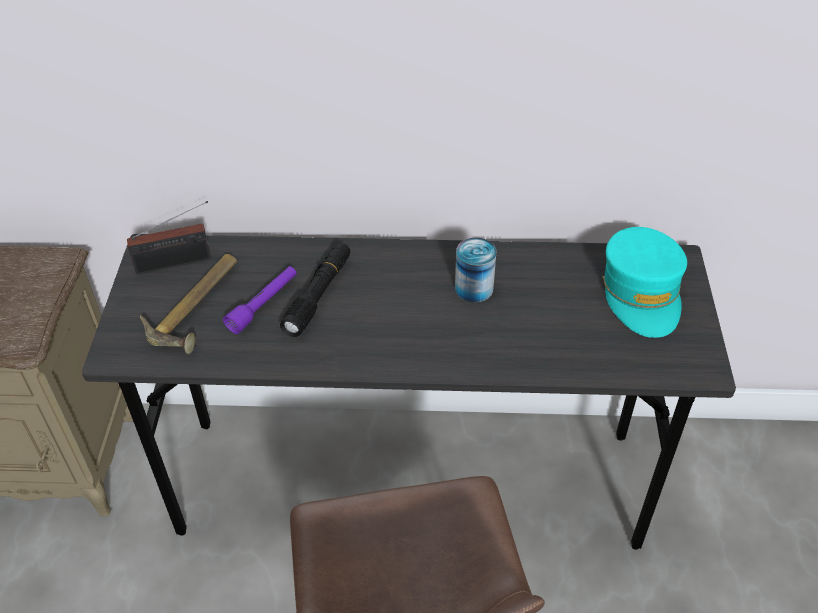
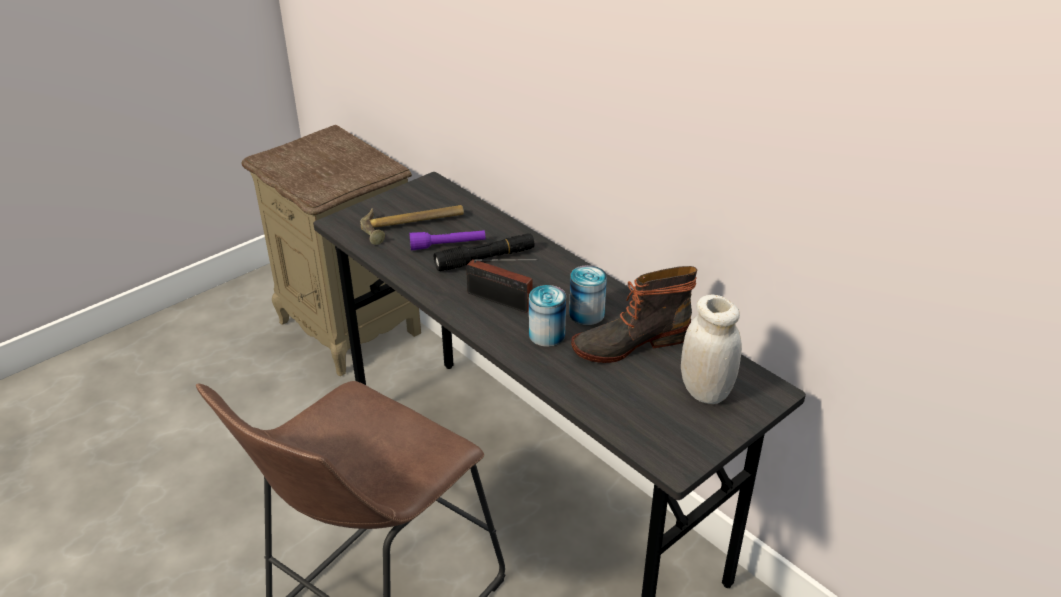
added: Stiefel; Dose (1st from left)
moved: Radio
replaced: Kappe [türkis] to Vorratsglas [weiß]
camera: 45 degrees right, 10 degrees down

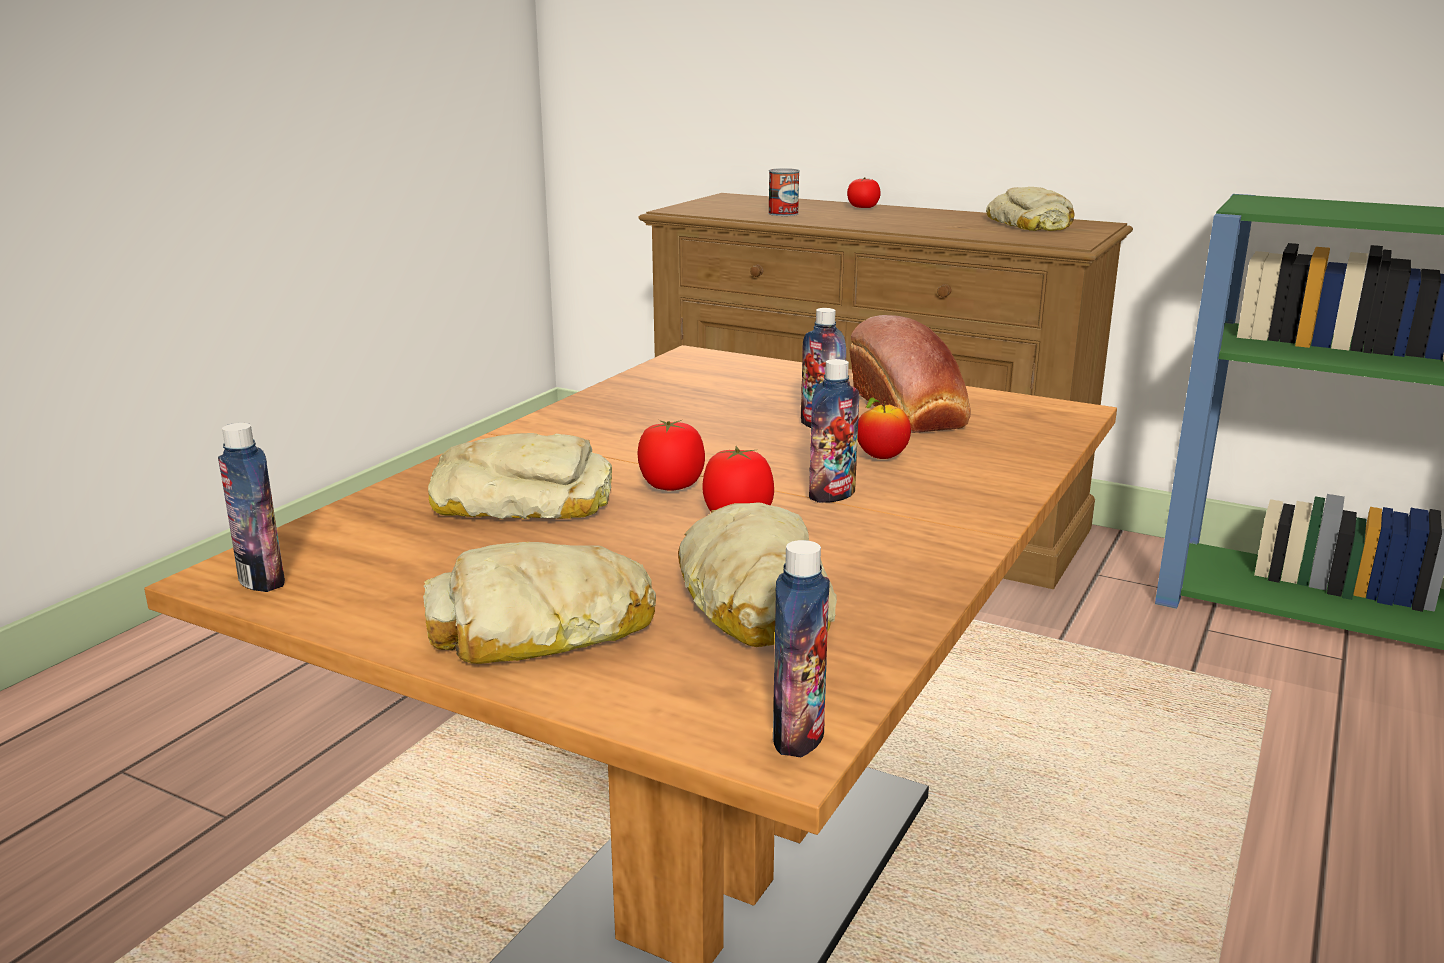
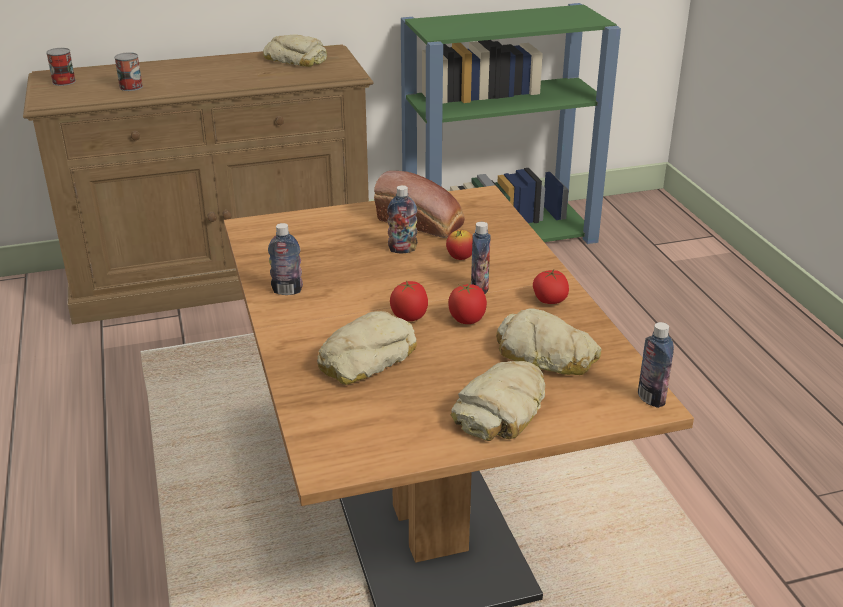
added: Dose (1st from left)
moved: Tomate (3rd from left); Flasche (1st from left)
camera: 45 degrees left, 10 degrees up

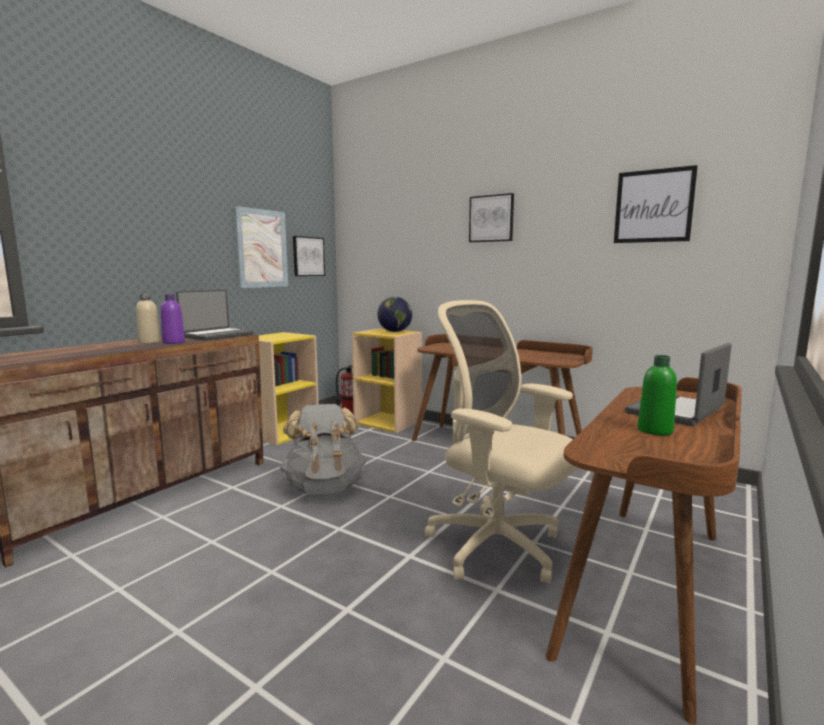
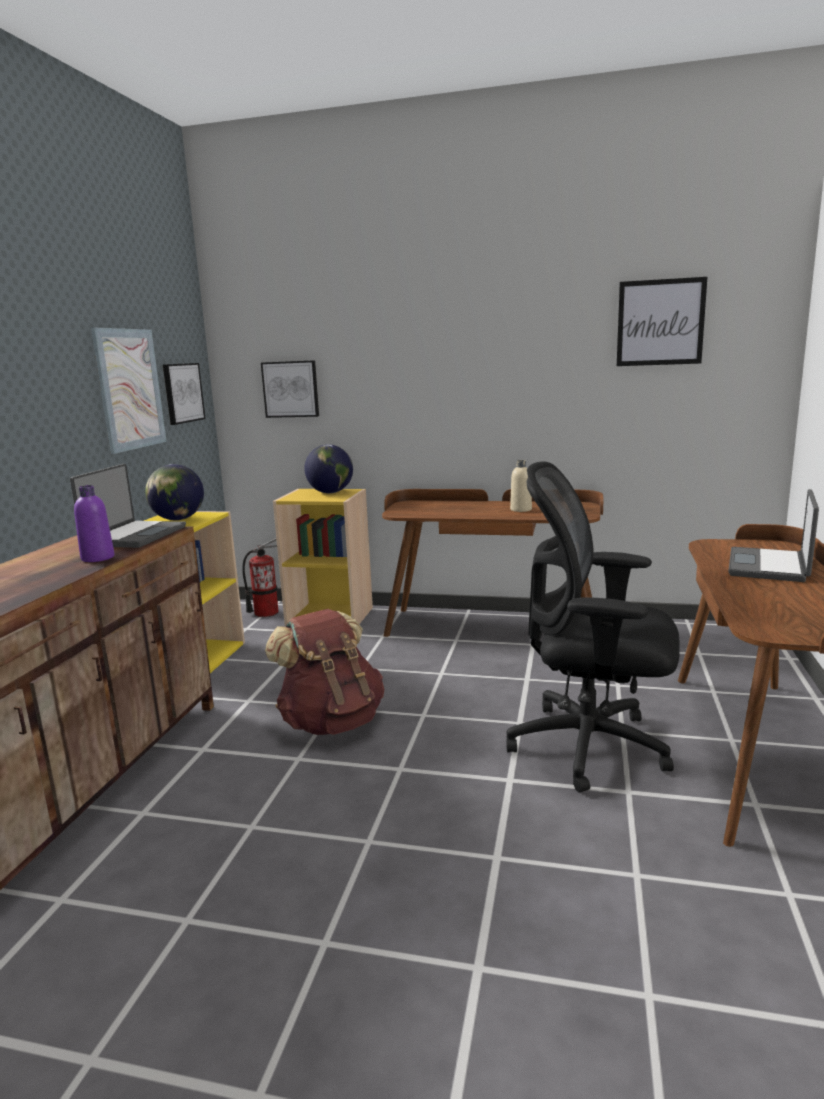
removed: Flasche [grün]
added: Globus (1st from left)
moved: Bild (3rd from left); Flasche [beige]
recoloured: Bürostuhl [beige] to Bürostuhl [schwarz]; Rucksack [grau] to Rucksack [braun]
camera: 20 degrees left, 5 degrees up

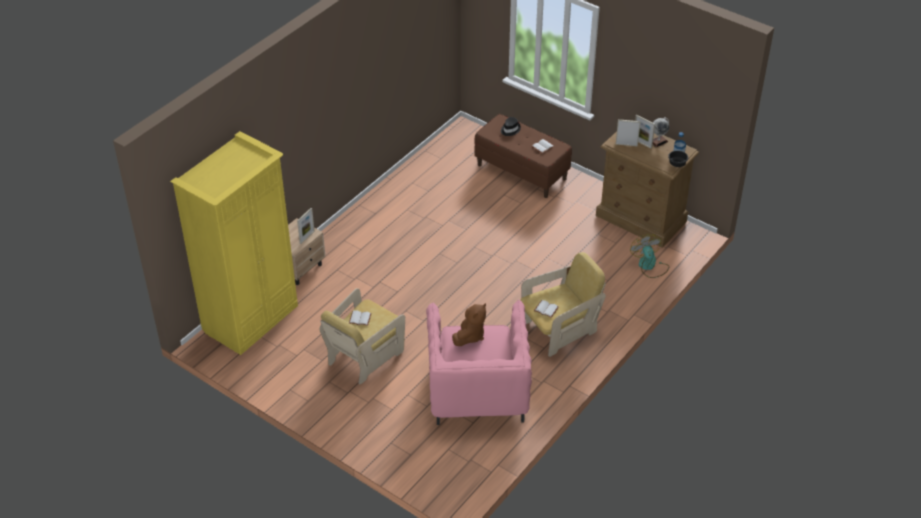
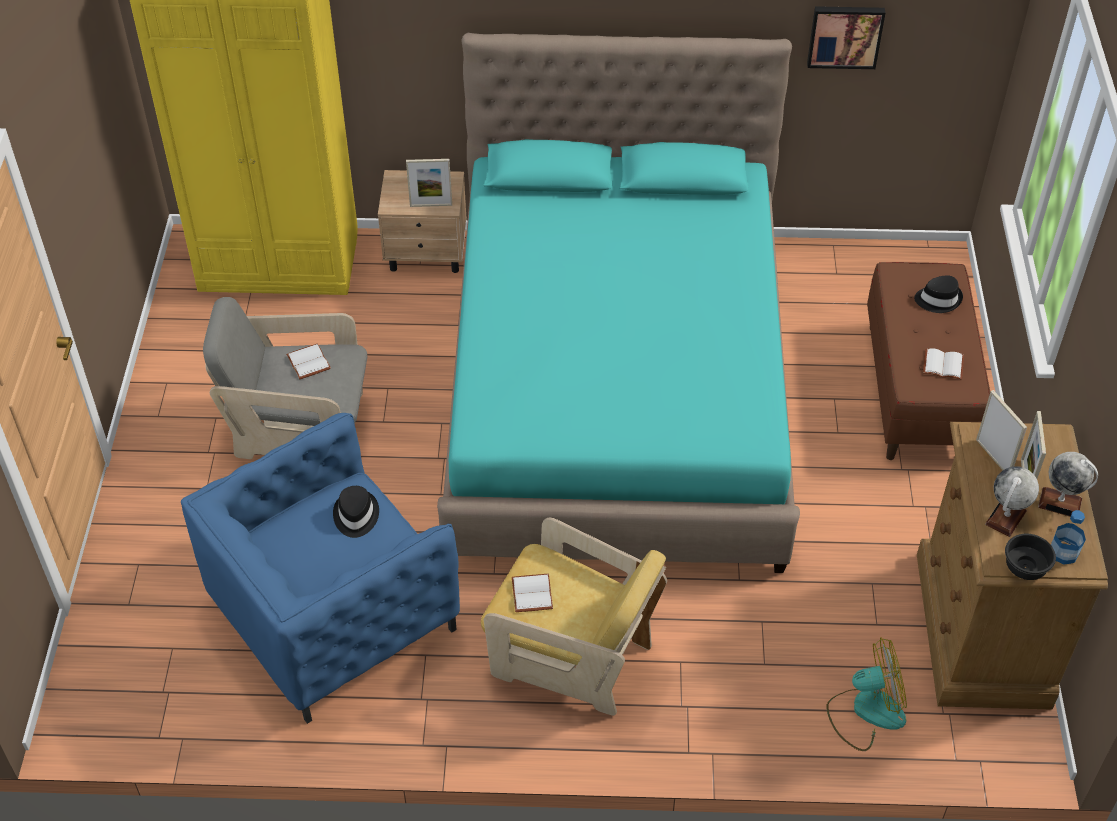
added: Bild; Bett [türkis]; Globus (1st from left)
replaced: Plüschtier [braun] to Hut [schwarz] (1st from left)
recoloured: Sessel [gelb] (1st from left) to Sessel [grau]; Sessel [rosa] to Sessel [blau]
turned: Ventilator 45 degrees clockwise
camera: 55 degrees right, 5 degrees up

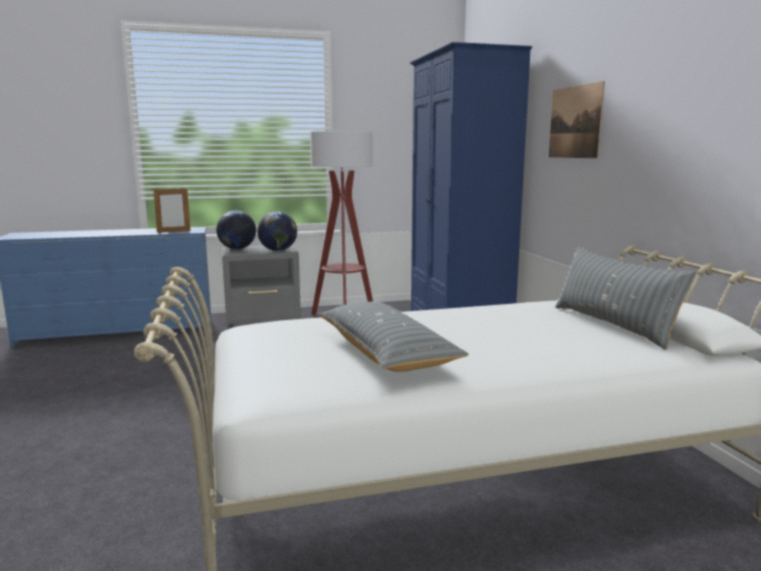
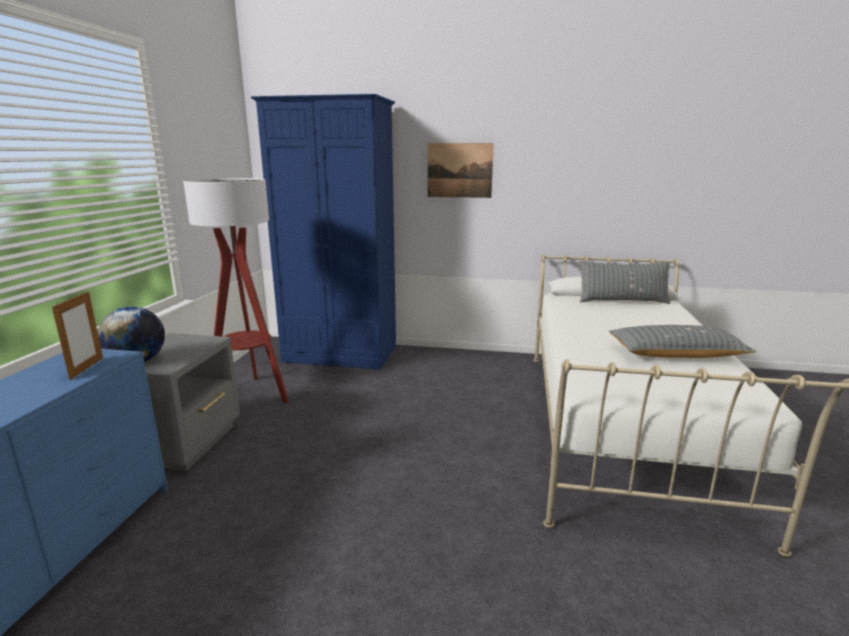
removed: Globus (2nd from left)
camera: 65 degrees left, 5 degrees up

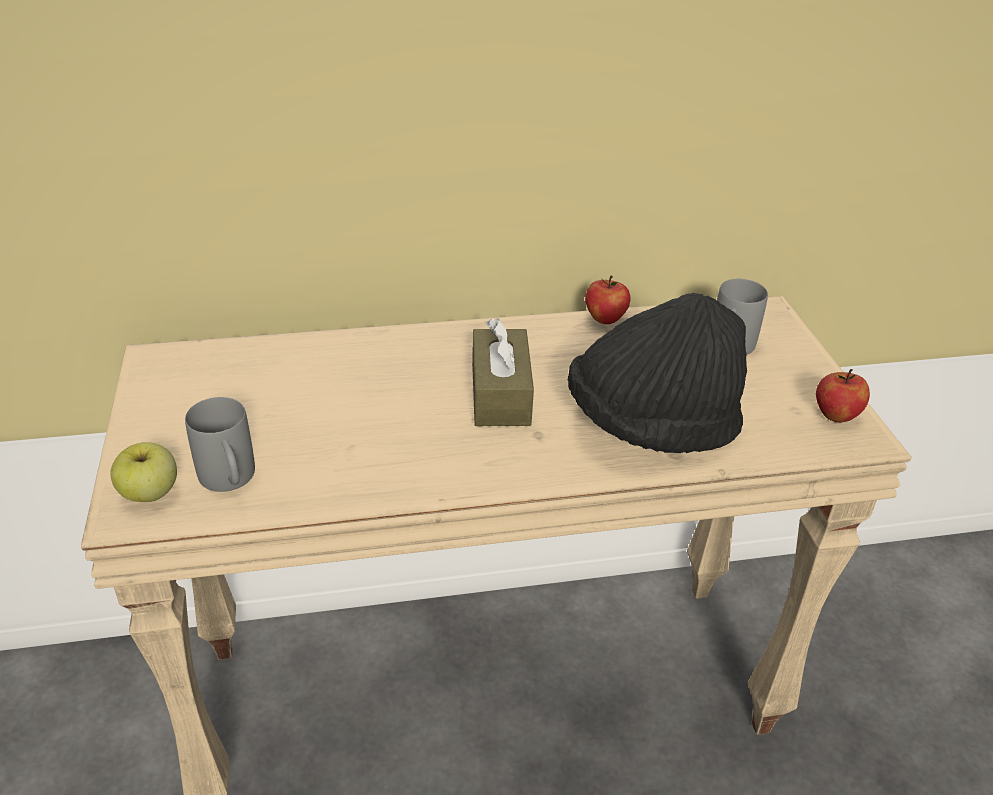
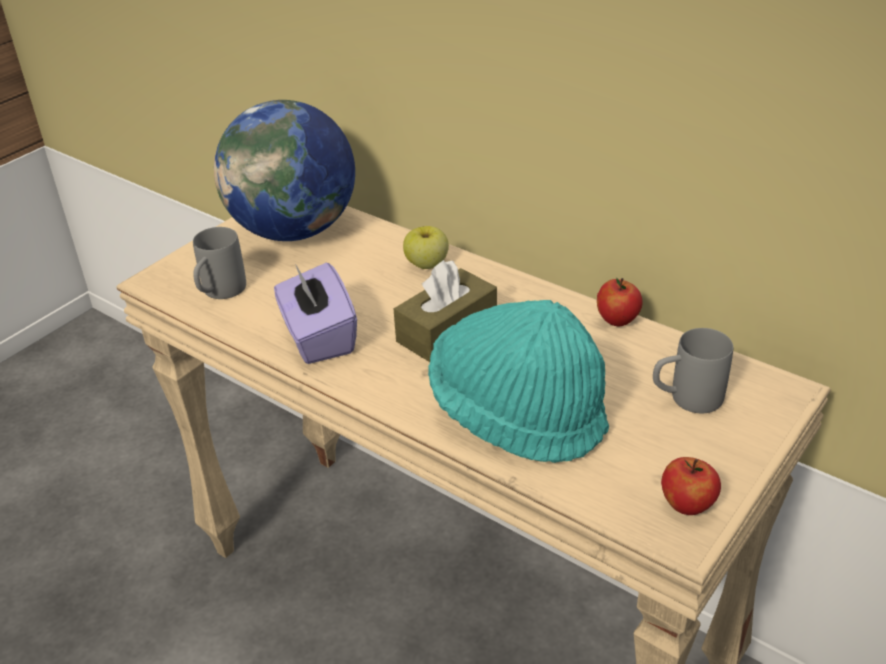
added: Globus; Taschentuchbox [lila]
moved: Apfel (1st from left)
recoloured: Hut [schwarz] to Hut [türkis]
camera: 50 degrees right, 0 degrees up

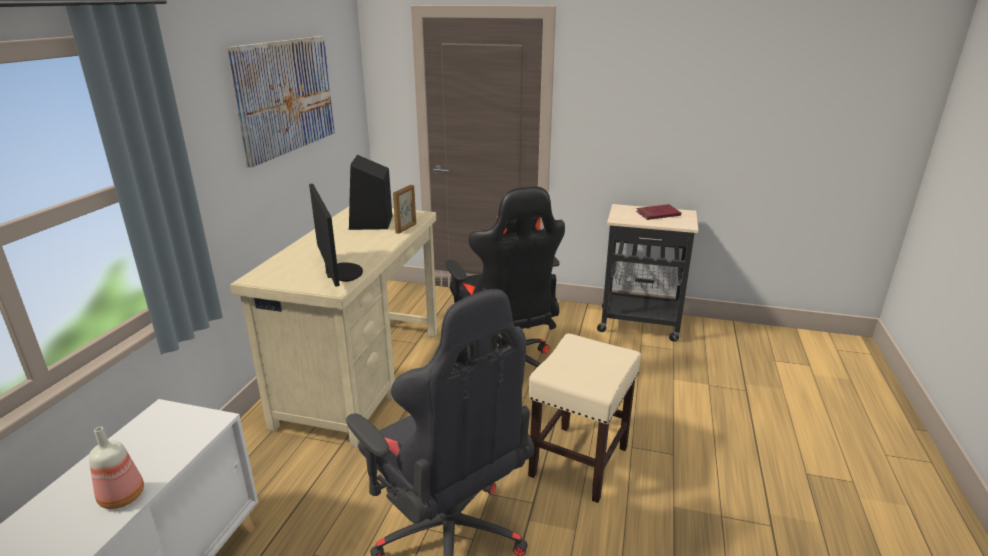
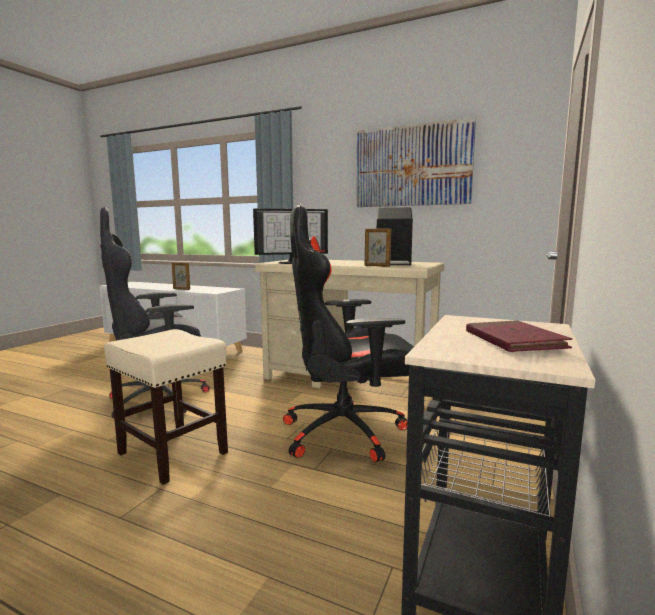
replaced: Flasche to Bilderrahmen (1st from left)
camera: 100 degrees right, 15 degrees down

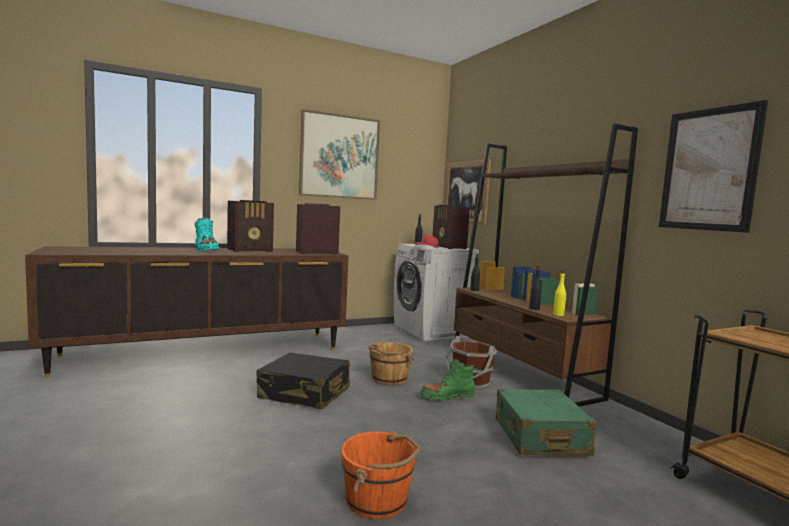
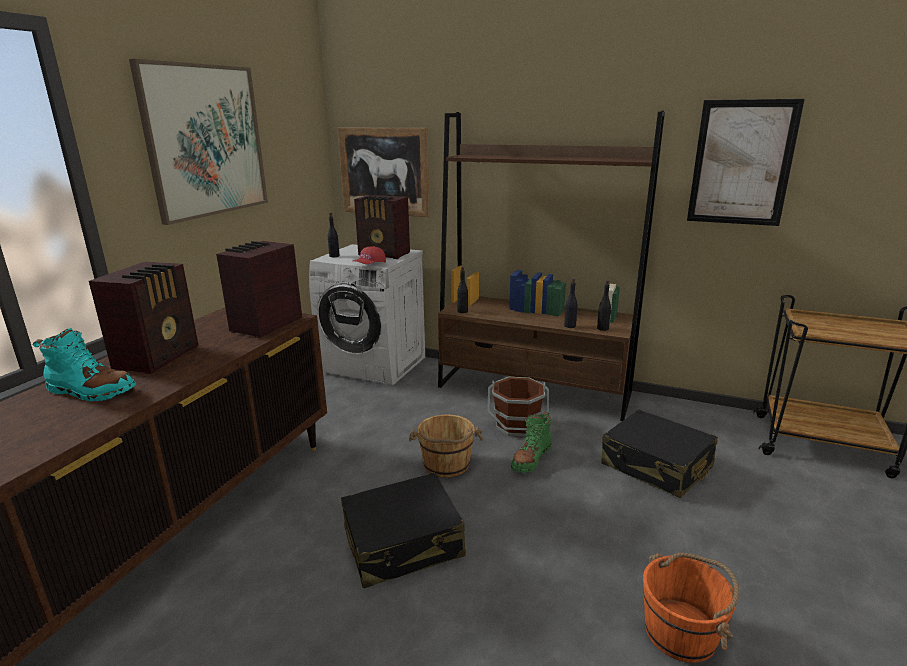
recoloured: Flasche [gelb] to Flasche [schwarz] (4th from left); Koffer [grün] to Koffer [schwarz] (2nd from left)
camera: 40 degrees left, 15 degrees up

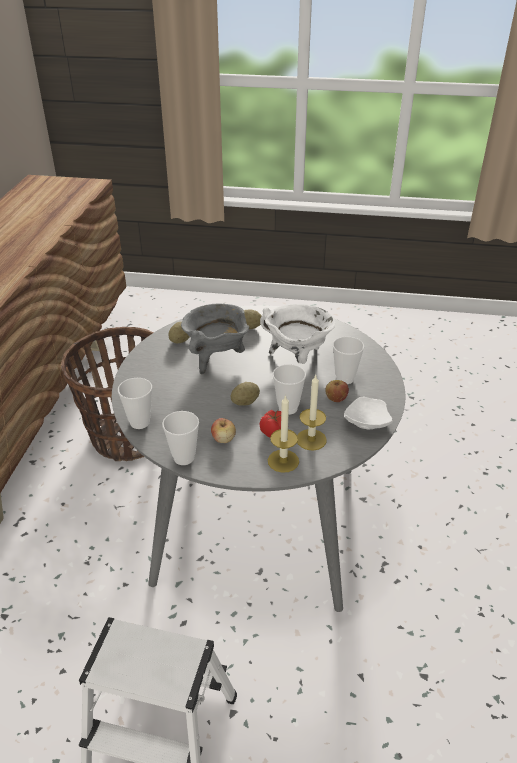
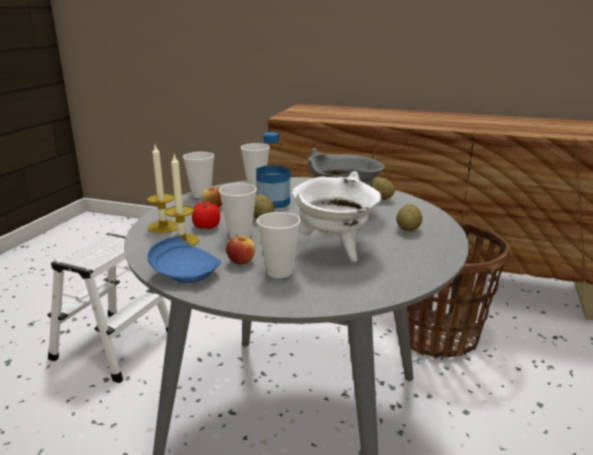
added: Flasche
recoloured: Teller [weiß] to Teller [blau]
camera: 100 degrees right, 15 degrees down

